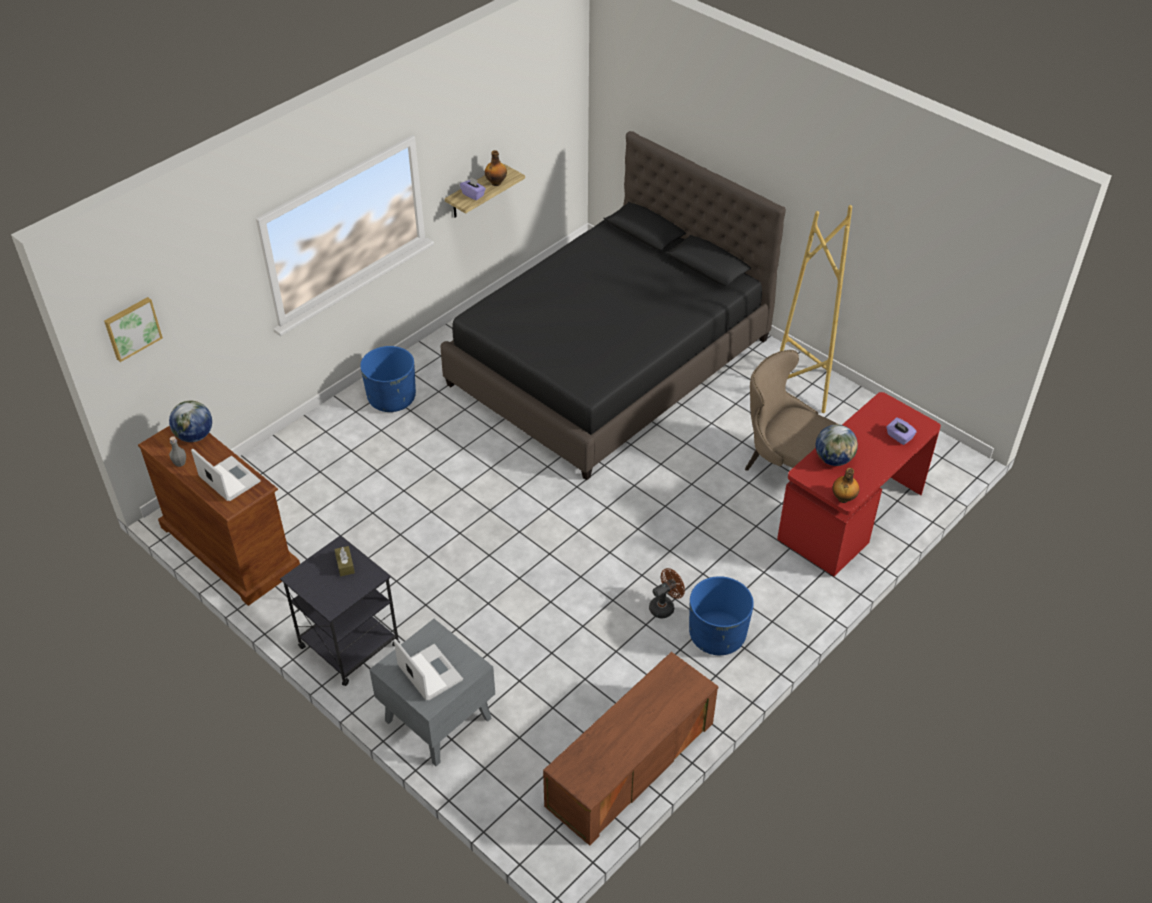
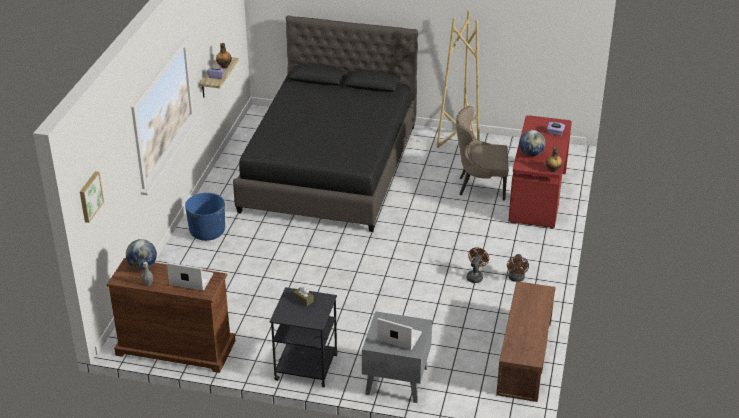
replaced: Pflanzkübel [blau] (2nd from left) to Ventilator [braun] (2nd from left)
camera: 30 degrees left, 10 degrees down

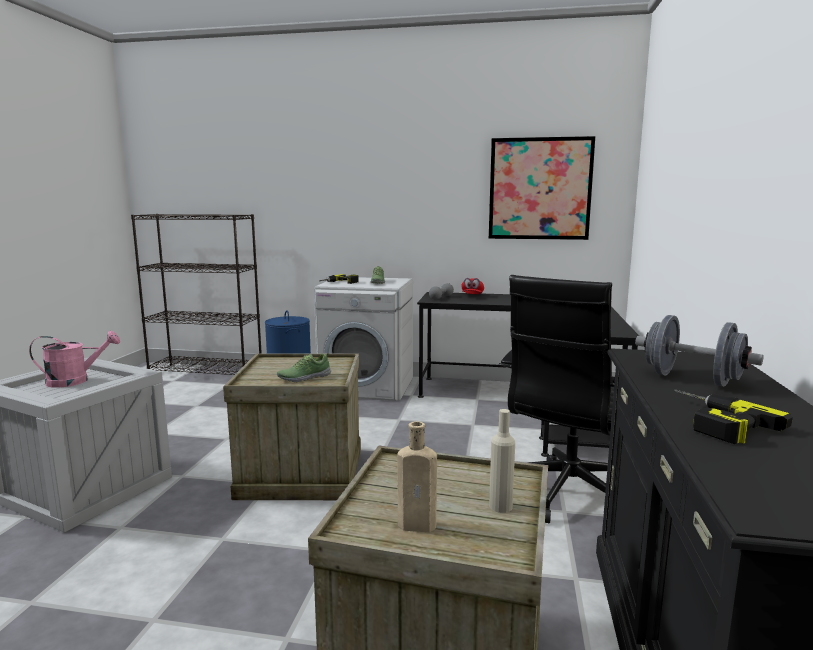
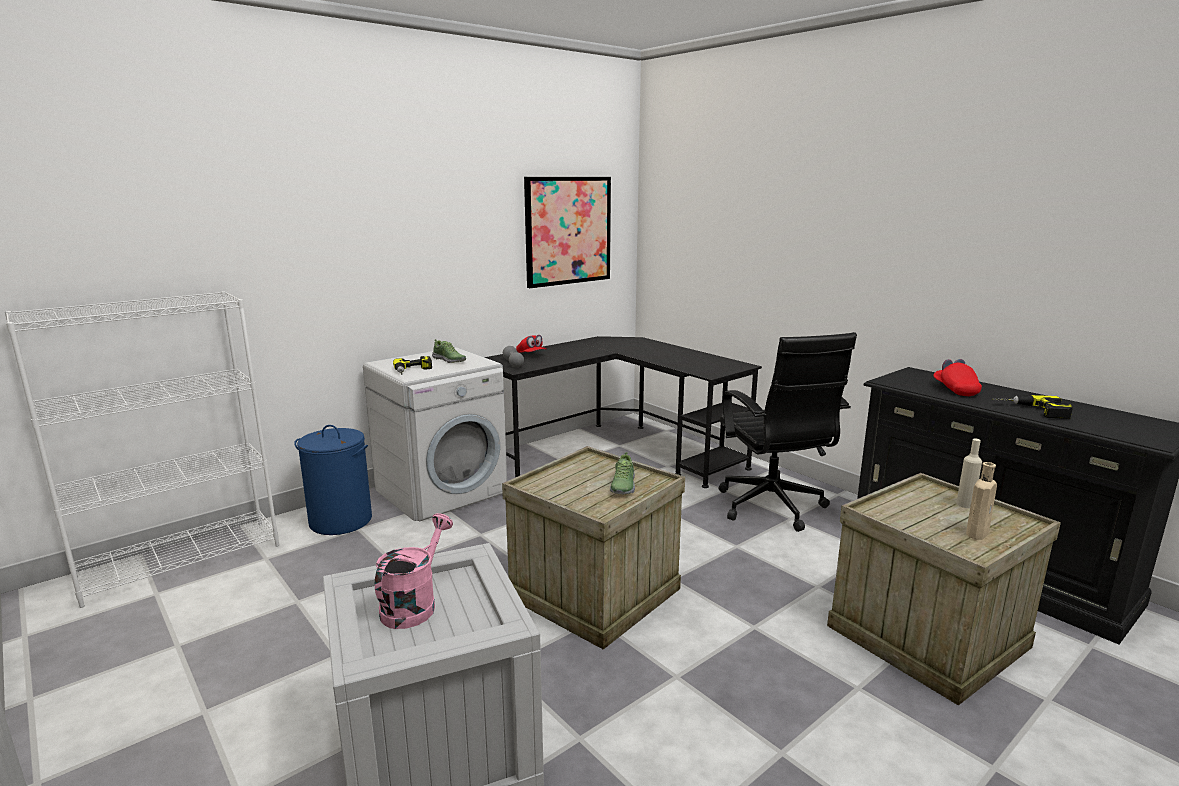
replaced: Hantel [grau] (2nd from left) to Kappe [rot] (2nd from left)
recoloured: Bücherregal [schwarz] to Bücherregal [weiß]
camera: 50 degrees left, 5 degrees up

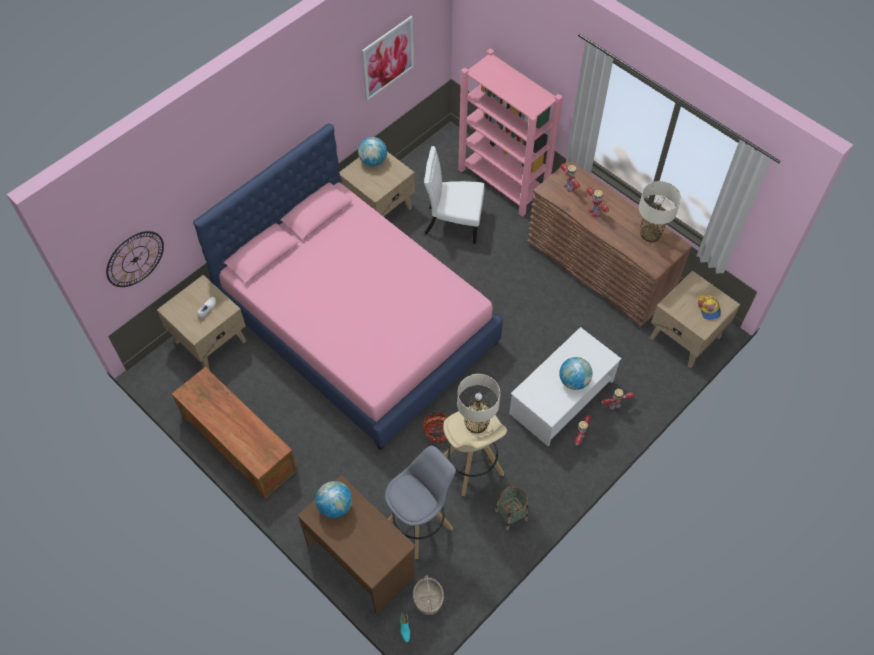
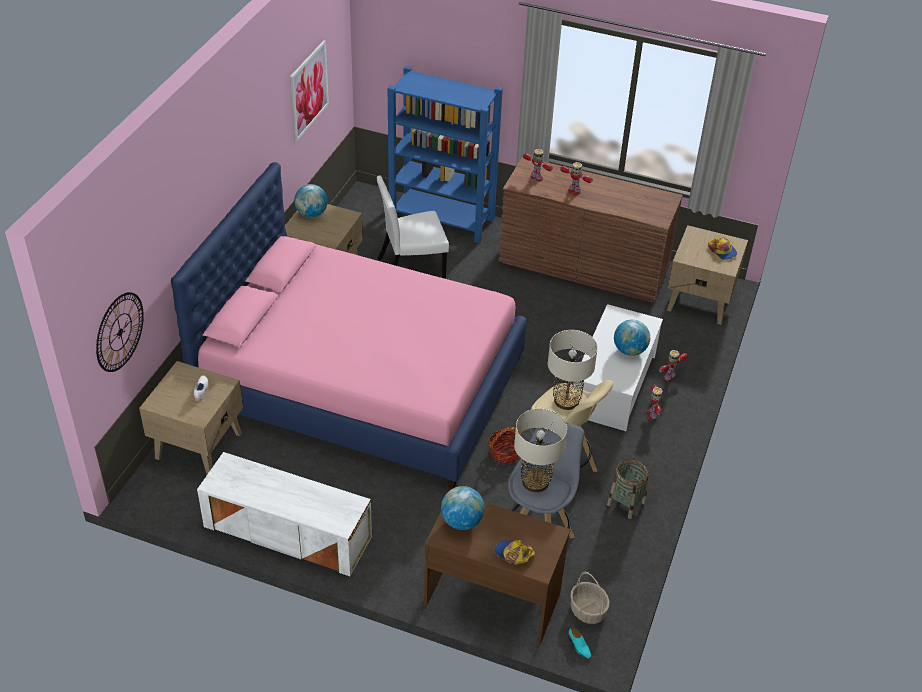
added: Kappe (1st from left)
moved: Tischlampe (2nd from left in the first image) to Tischlampe (1st from left)
recoloured: Bücherregal [rosa] to Bücherregal [blau]; Bank [braun] to Bank [weiß]
camera: 25 degrees left, 15 degrees down

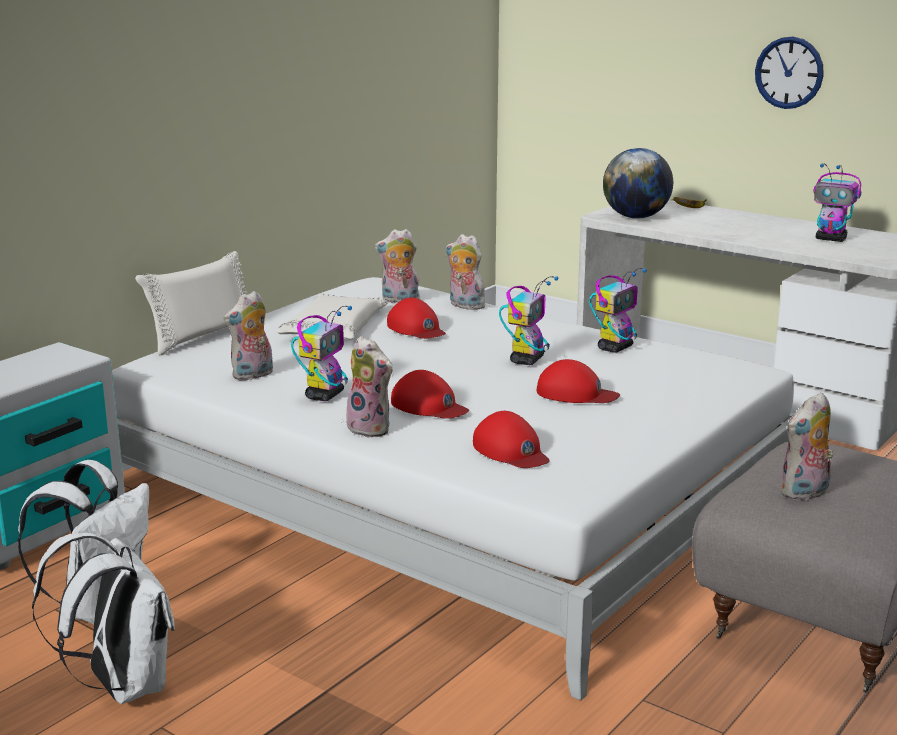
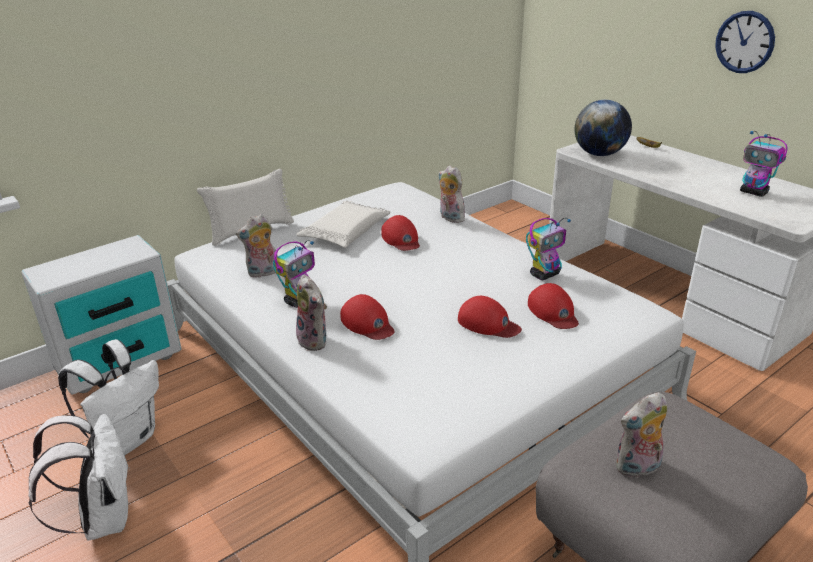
removed: Plüschtier (3rd from left); Spielzeugroboter (2nd from left)
moved: Kappe [rot] (3rd from left in the first image) to Kappe [rot] (4th from left)
camera: 15 degrees right, 10 degrees up

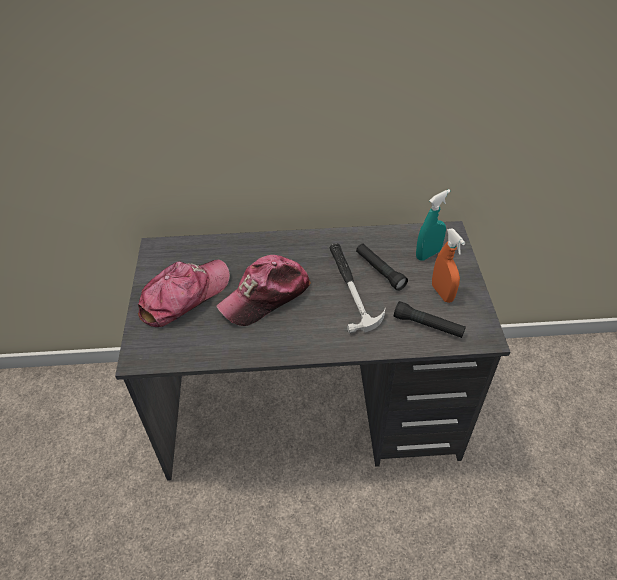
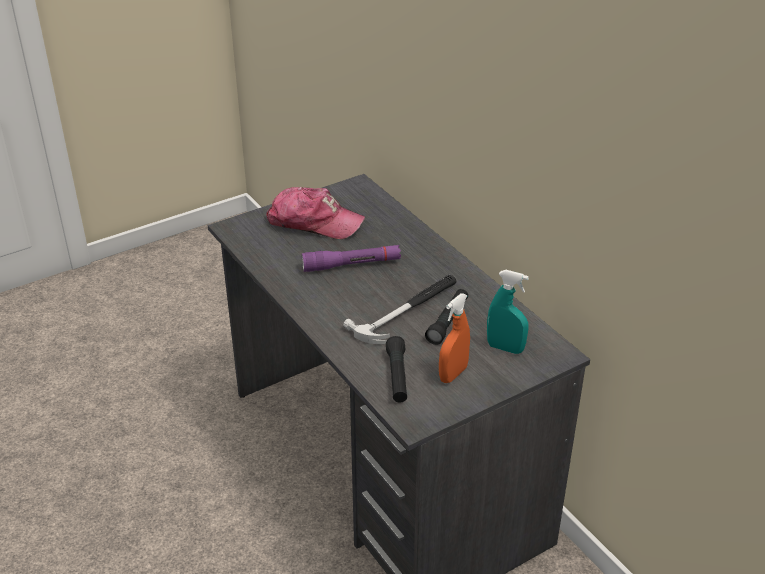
replaced: Kappe (2nd from left) to Taschenlampe [lila]
camera: 60 degrees right, 10 degrees down

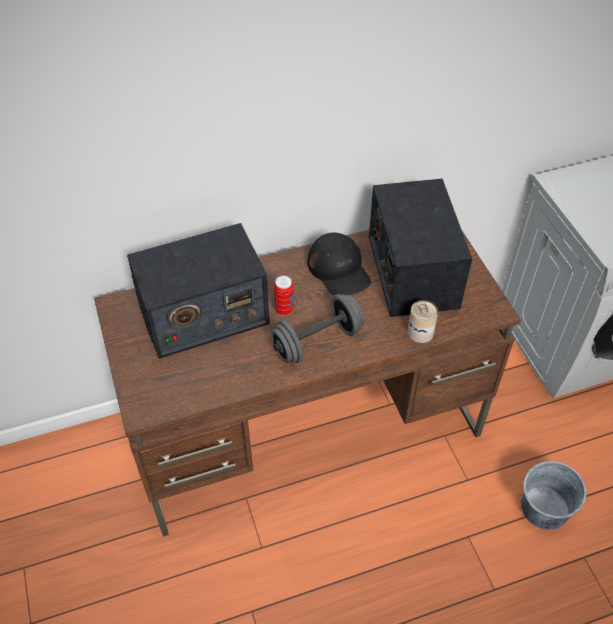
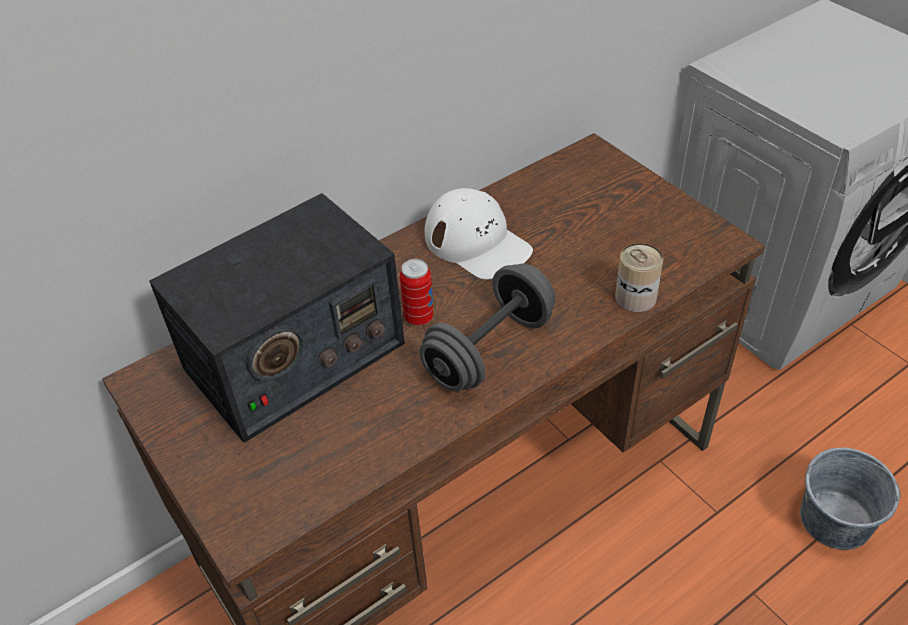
removed: Radio (2nd from left)
recoloured: Kappe [schwarz] to Kappe [weiß]
camera: 15 degrees left, 5 degrees down

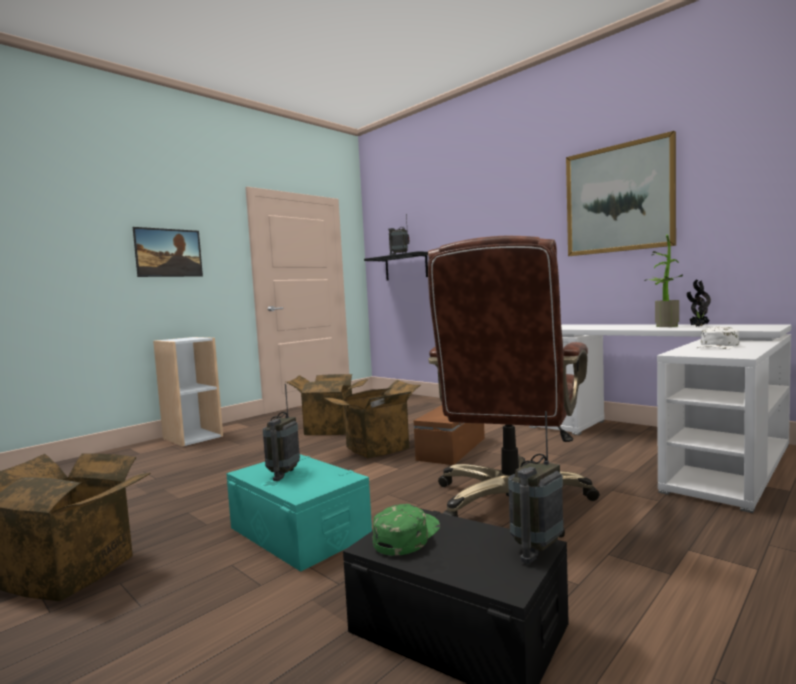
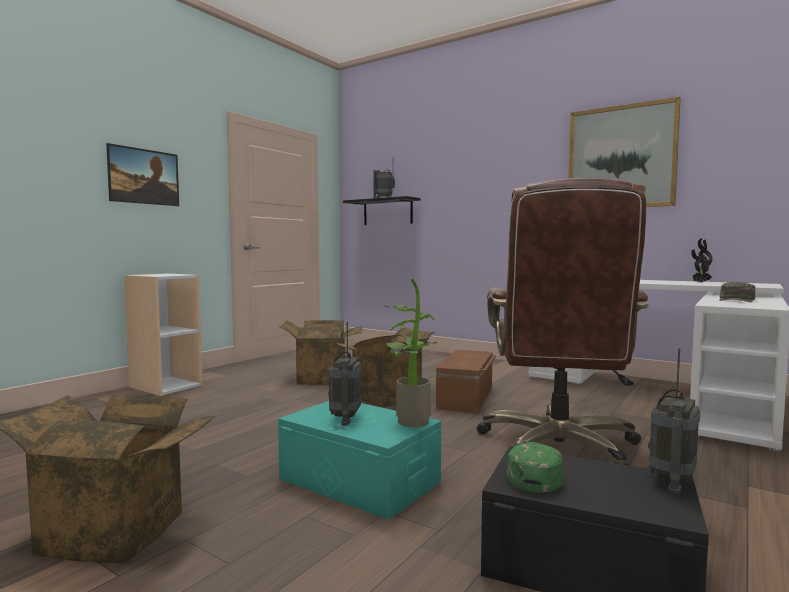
moved: Topfpflanze (1st from left)
recoloured: Kappe [weiß] to Kappe [grün] (2nd from left)
camera: 10 degrees left, 0 degrees up

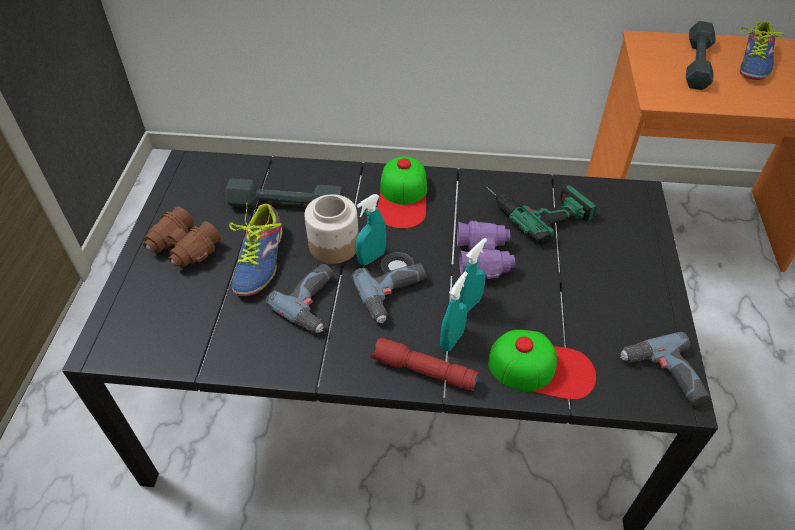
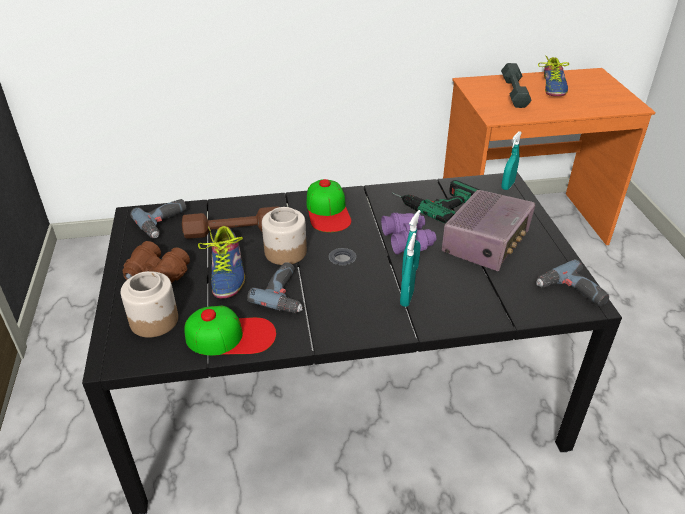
removed: Taschenlampe [rot]
added: Radio; Vorratsglas (1st from left)
moved: Sprühflasche [türkis] (1st from left in the first image) to Sprühflasche [türkis] (3rd from left); Bohrmaschine (2nd from left in the first image) to Bohrmaschine (1st from left); Kappe (2nd from left in the first image) to Kappe (1st from left)
recoloured: Hantel [grau] (1st from left) to Hantel [braun]
camera: 15 degrees left, 10 degrees down

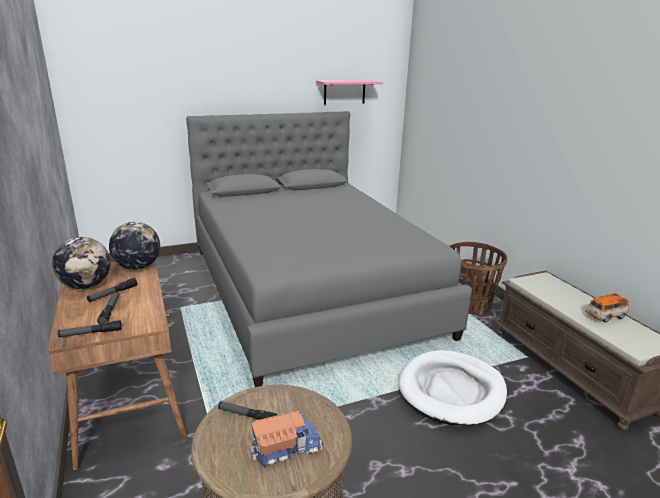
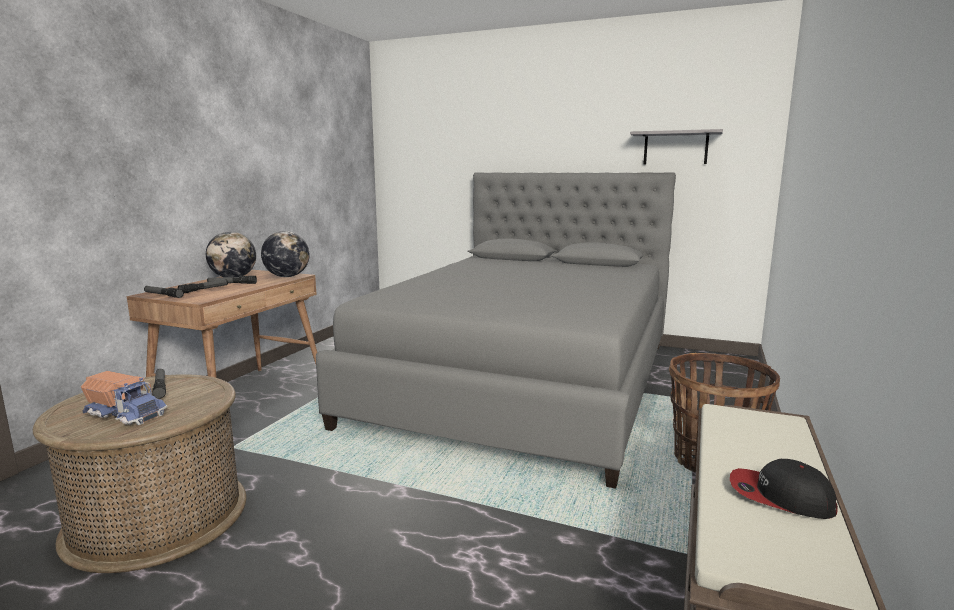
removed: Hundebett [weiß]
replaced: Spielzeugauto to Kappe
recoloured: Wandregal [rosa] to Wandregal [grau]
camera: 45 degrees right, 10 degrees down

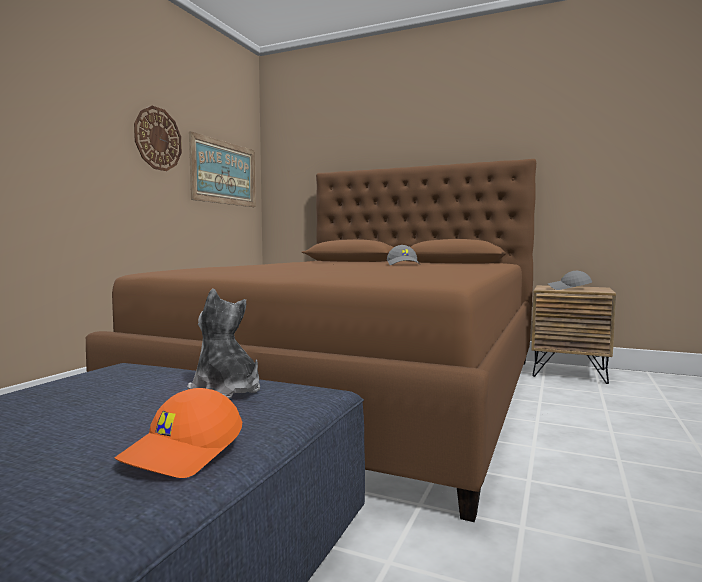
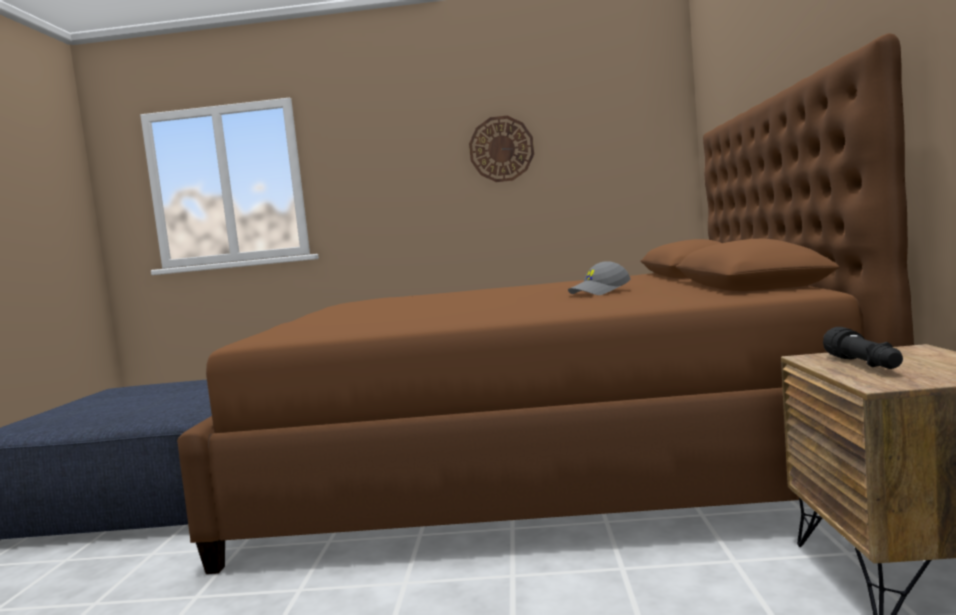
removed: Bild; Plüschtier; Kappe [orange]
replaced: Kappe [grau] (2nd from left) to Taschenlampe [schwarz]
camera: 70 degrees right, 0 degrees up

